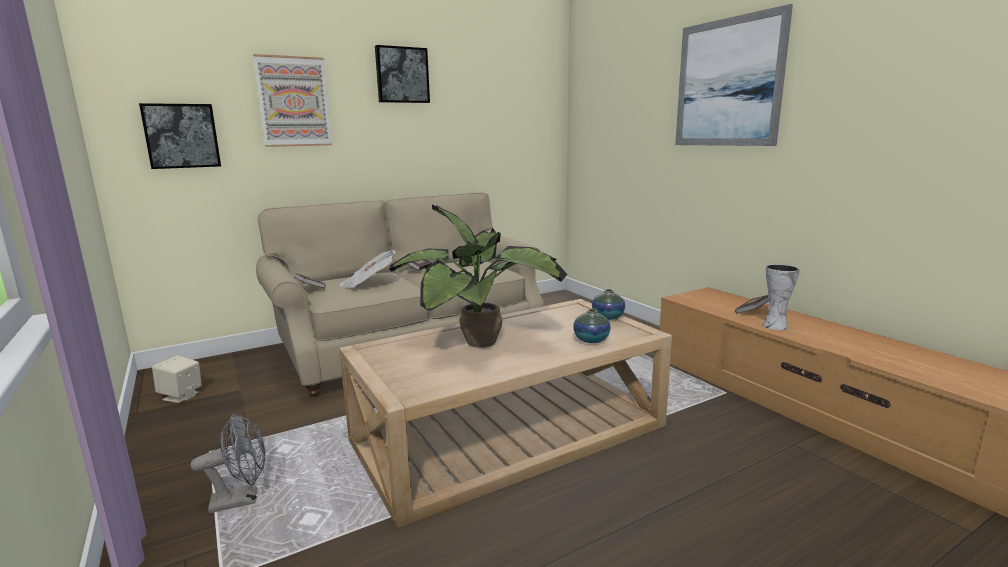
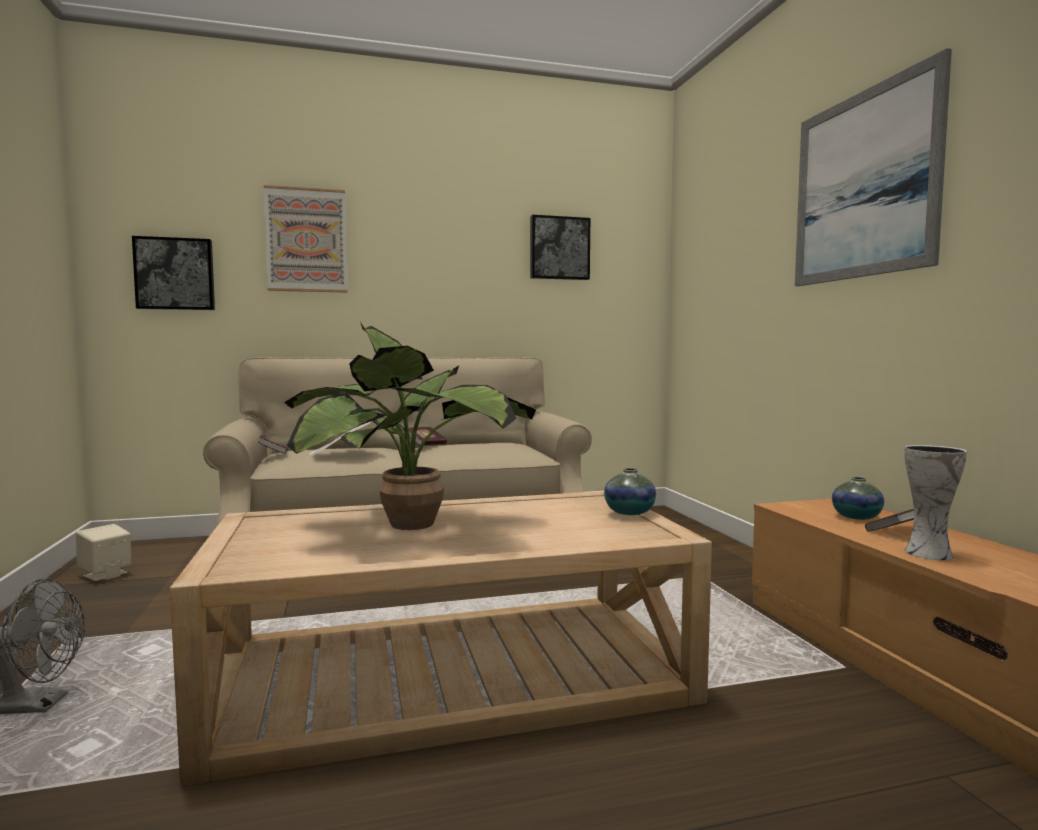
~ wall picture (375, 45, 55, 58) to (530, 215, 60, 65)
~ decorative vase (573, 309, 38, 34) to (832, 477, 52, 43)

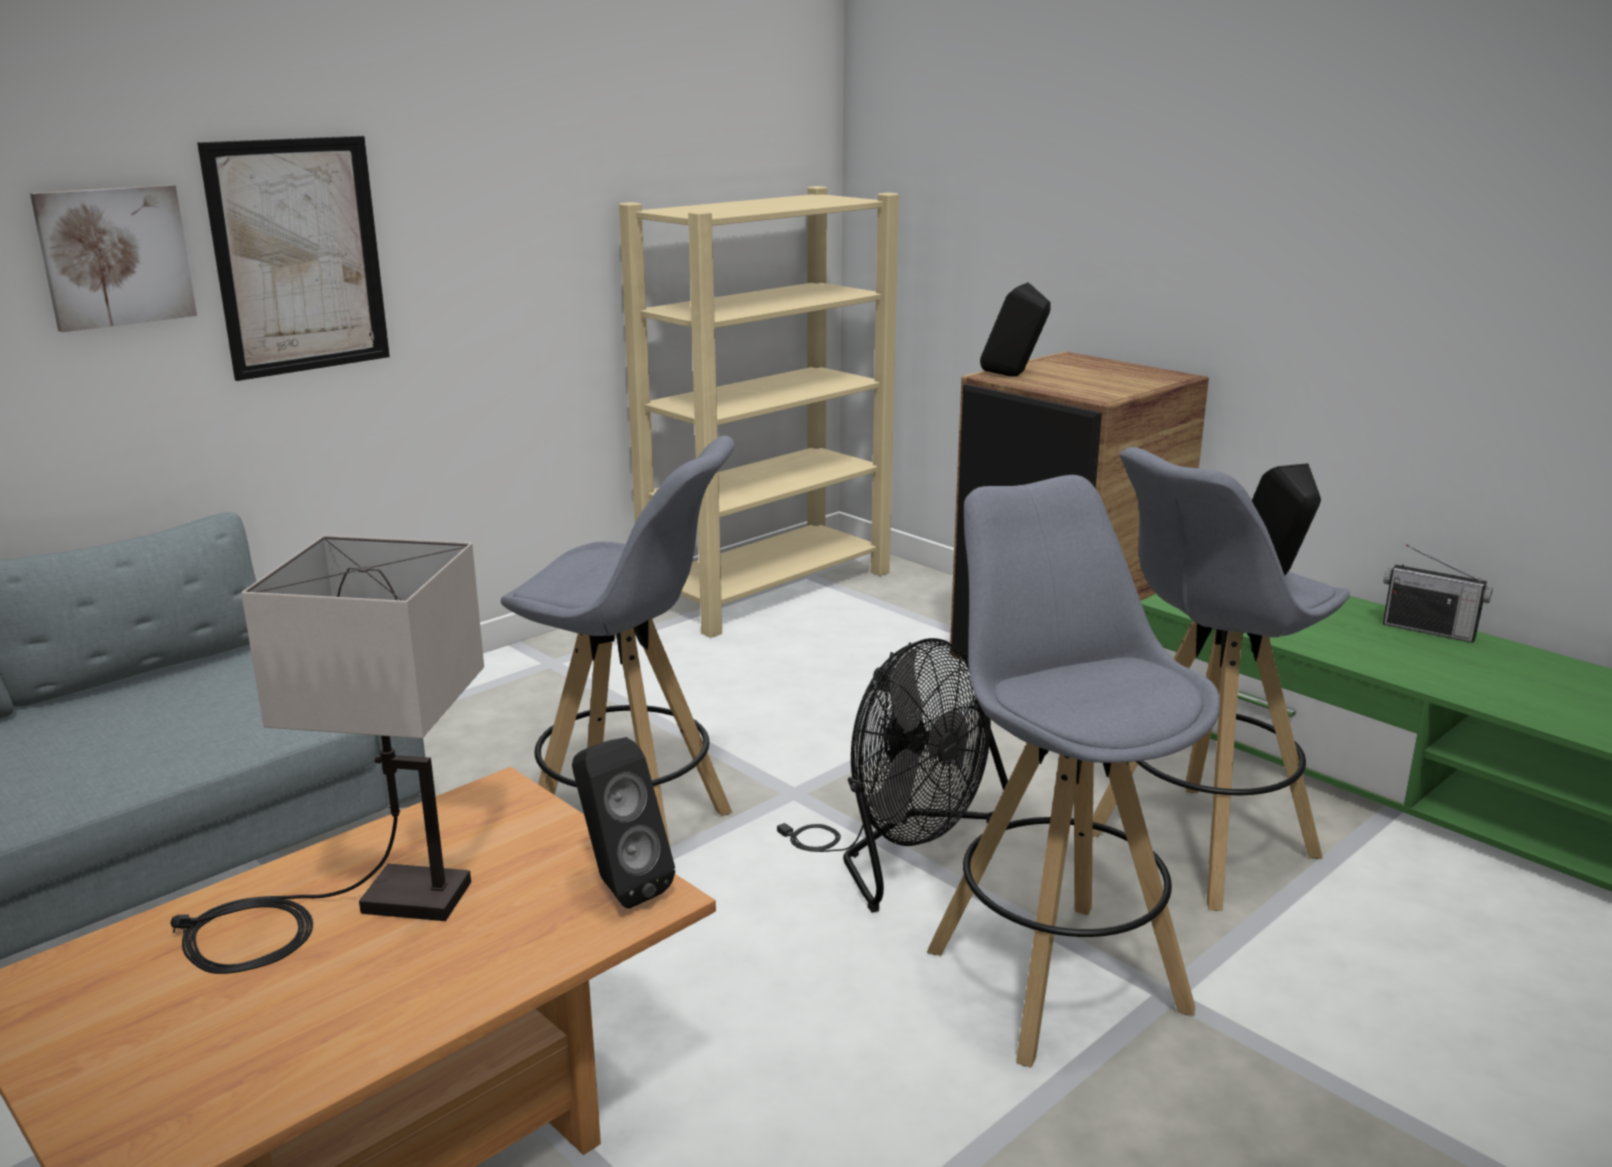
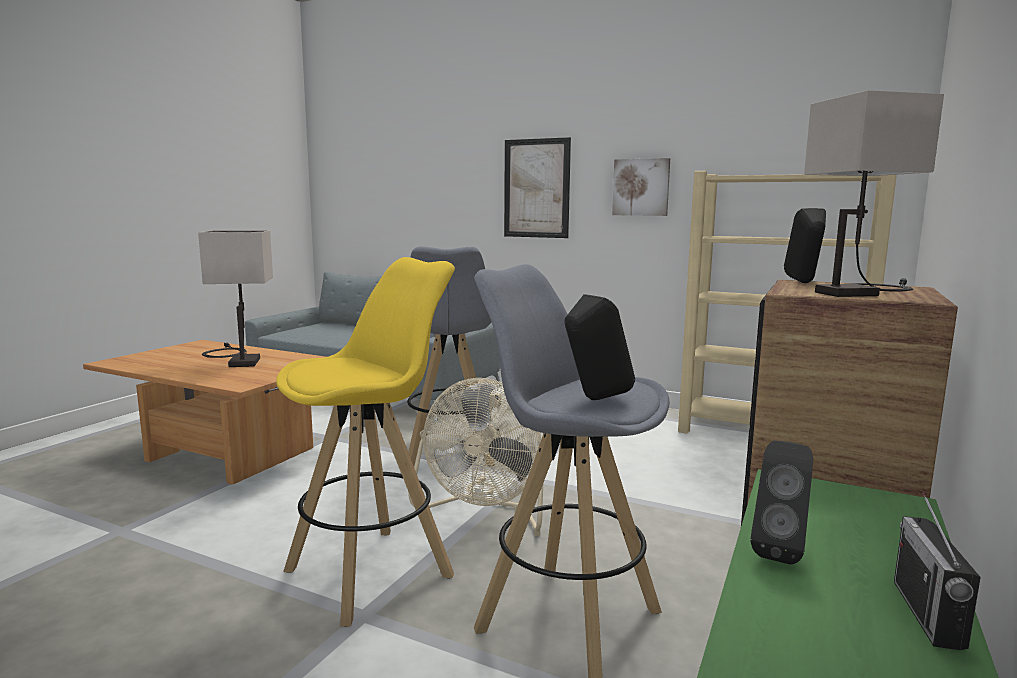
~ wall picture (30, 185, 167, 147) to (612, 158, 58, 58)
~ gray stool seat (927, 475, 293, 593) to yellow stool seat (276, 257, 179, 370)
~ black electric fan (777, 638, 231, 275) to beige electric fan (409, 378, 134, 158)
~ black loudspeaker (572, 737, 103, 171) to (751, 441, 62, 124)
+ table lamp (804, 90, 140, 207)

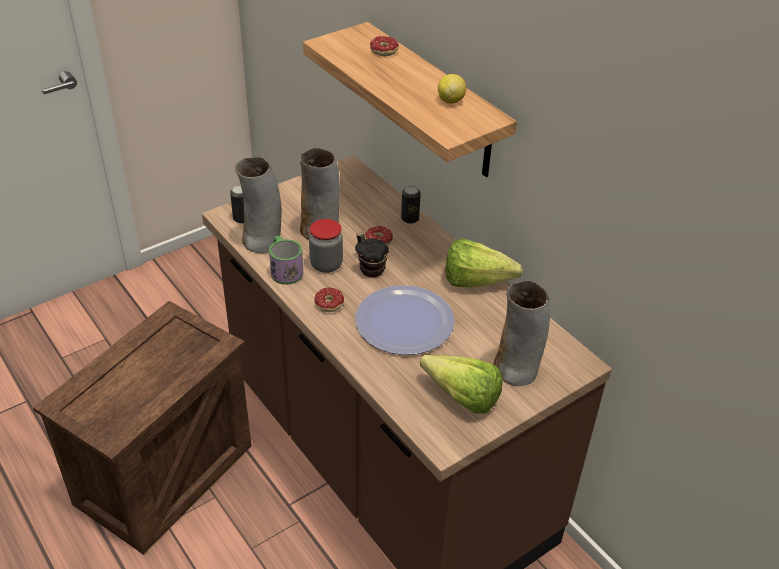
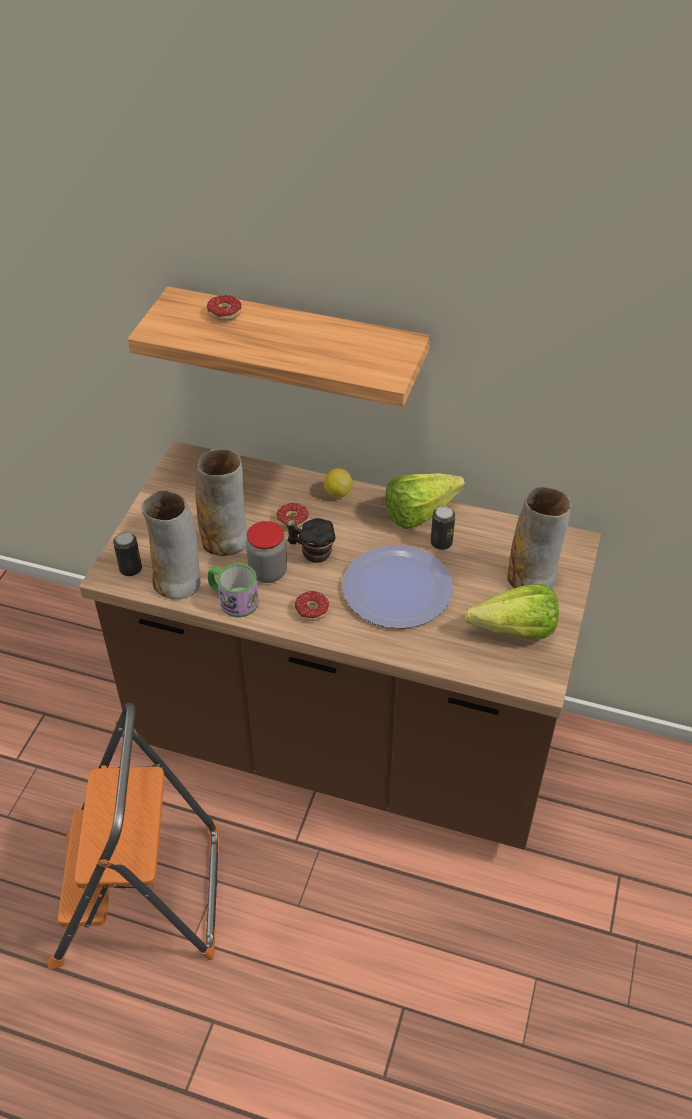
~ citrus fruit (438, 74, 28, 30) to (324, 468, 29, 30)
~ sealed can (401, 186, 20, 38) to (431, 506, 24, 44)
~ shipping crate (33, 301, 219, 253) to orange-coloured step stool (47, 703, 173, 266)

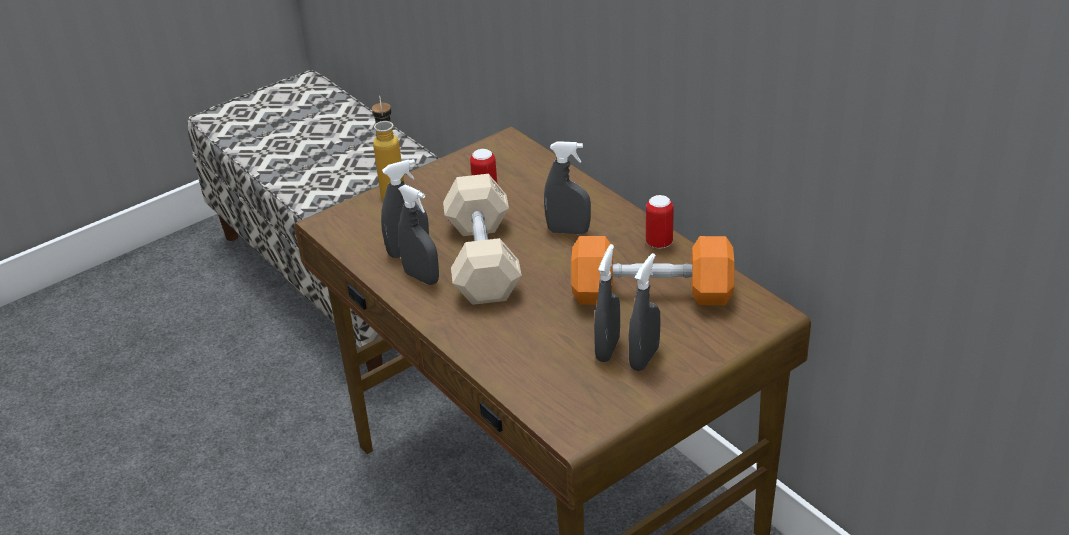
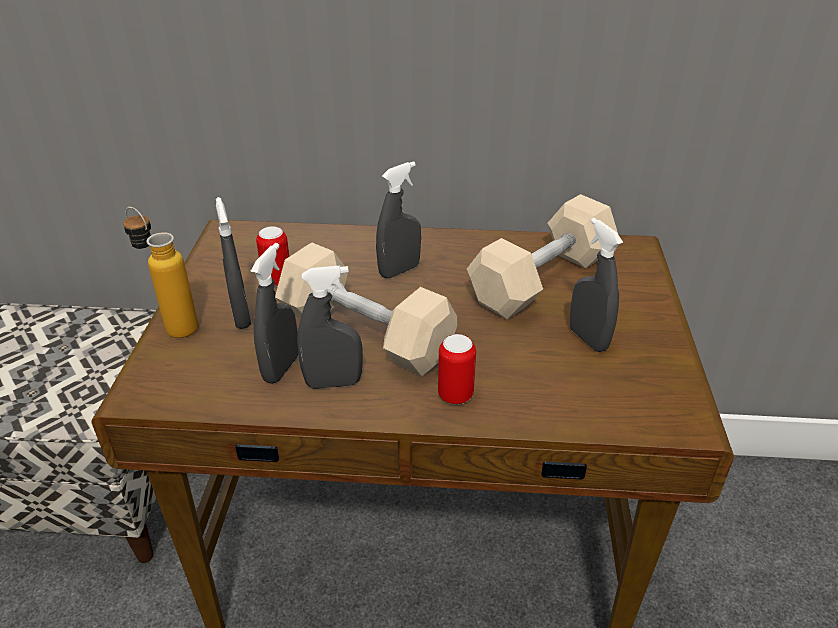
~ sealed can (646, 195, 28, 54) to (438, 334, 38, 71)
~ orange-coloured dumbbell (571, 236, 163, 69) to beige dumbbell (467, 194, 151, 125)
~ gray sprayer (629, 253, 31, 118) to (216, 197, 35, 132)

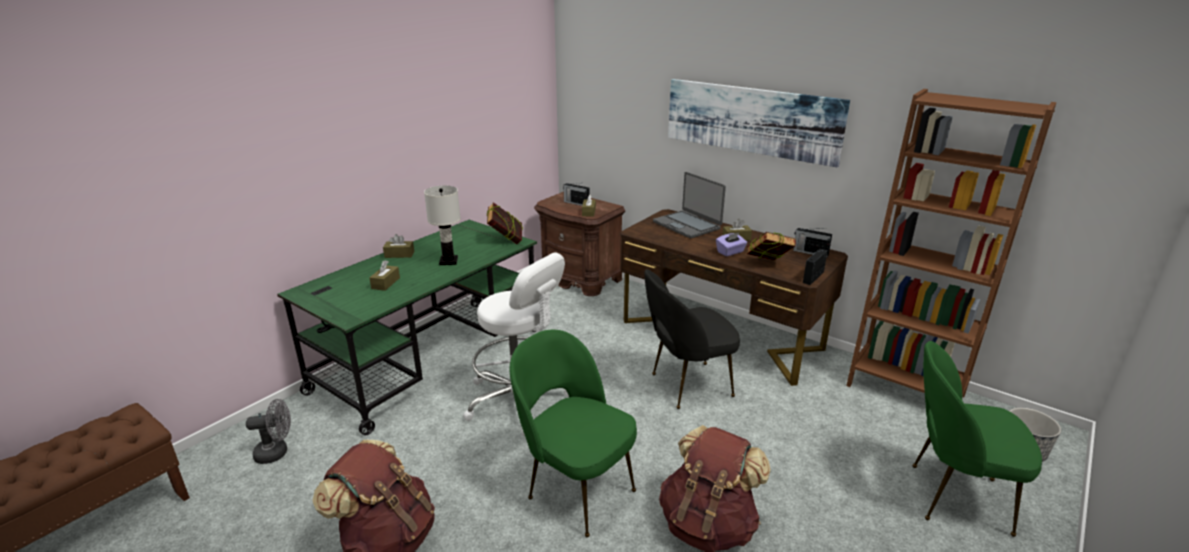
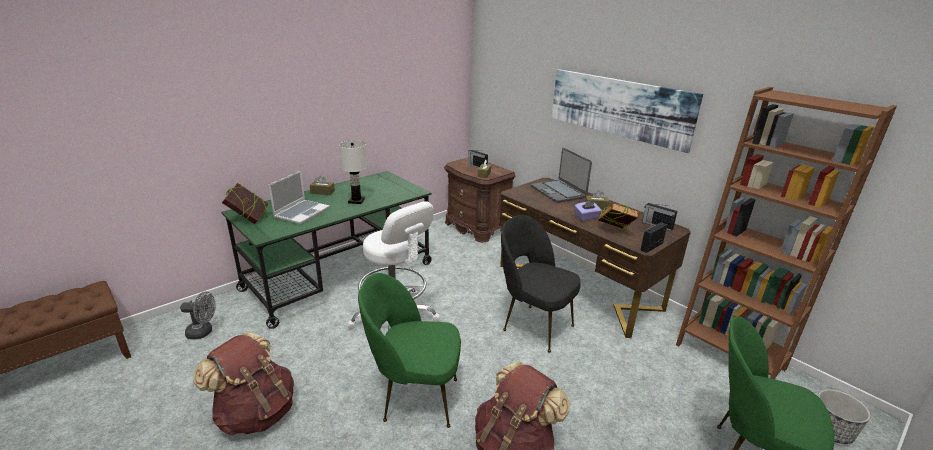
~ volume (487, 202, 36, 42) to (222, 183, 47, 41)
~ brown-coloured tissue box (369, 260, 31, 31) to portable computer (269, 171, 61, 53)
~ black upright chair (645, 269, 95, 140) = (501, 215, 79, 138) 45 degrees clockwise
~ green-coloured upright chair (510, 330, 127, 207) = (358, 273, 103, 155) 45 degrees counterclockwise

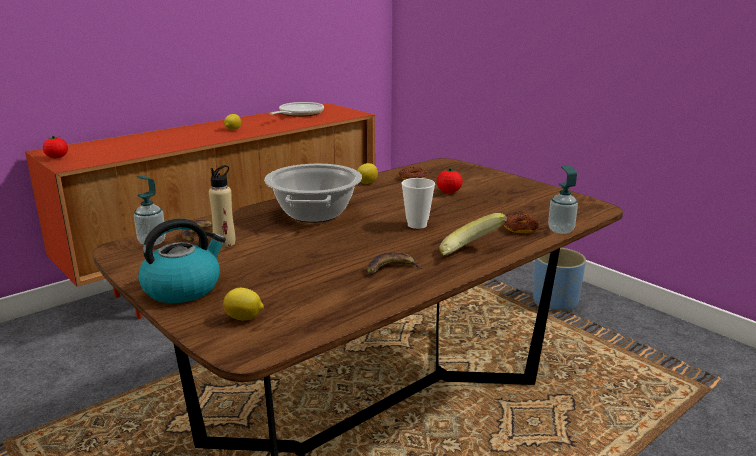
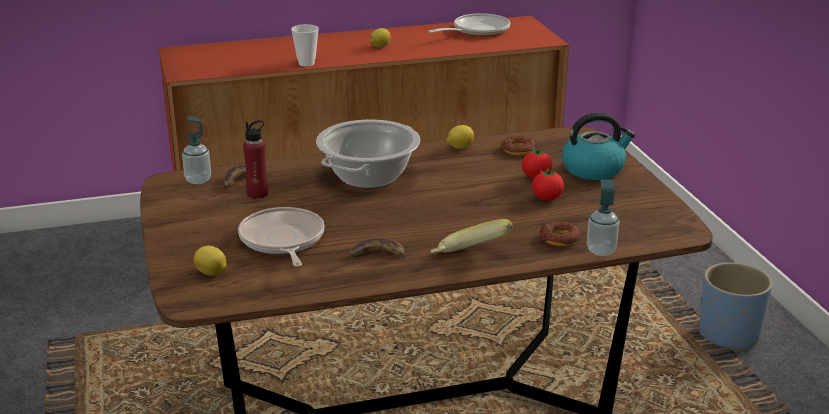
~ tomato (43, 136, 25, 22) to (532, 168, 32, 32)
~ beige drink bottle (209, 165, 27, 82) to red-coloured drink bottle (243, 120, 25, 79)
~ cup (401, 178, 34, 51) to (291, 24, 28, 42)
~ water kettle (138, 219, 88, 84) to (562, 113, 73, 67)
+ frying pan (238, 207, 87, 60)

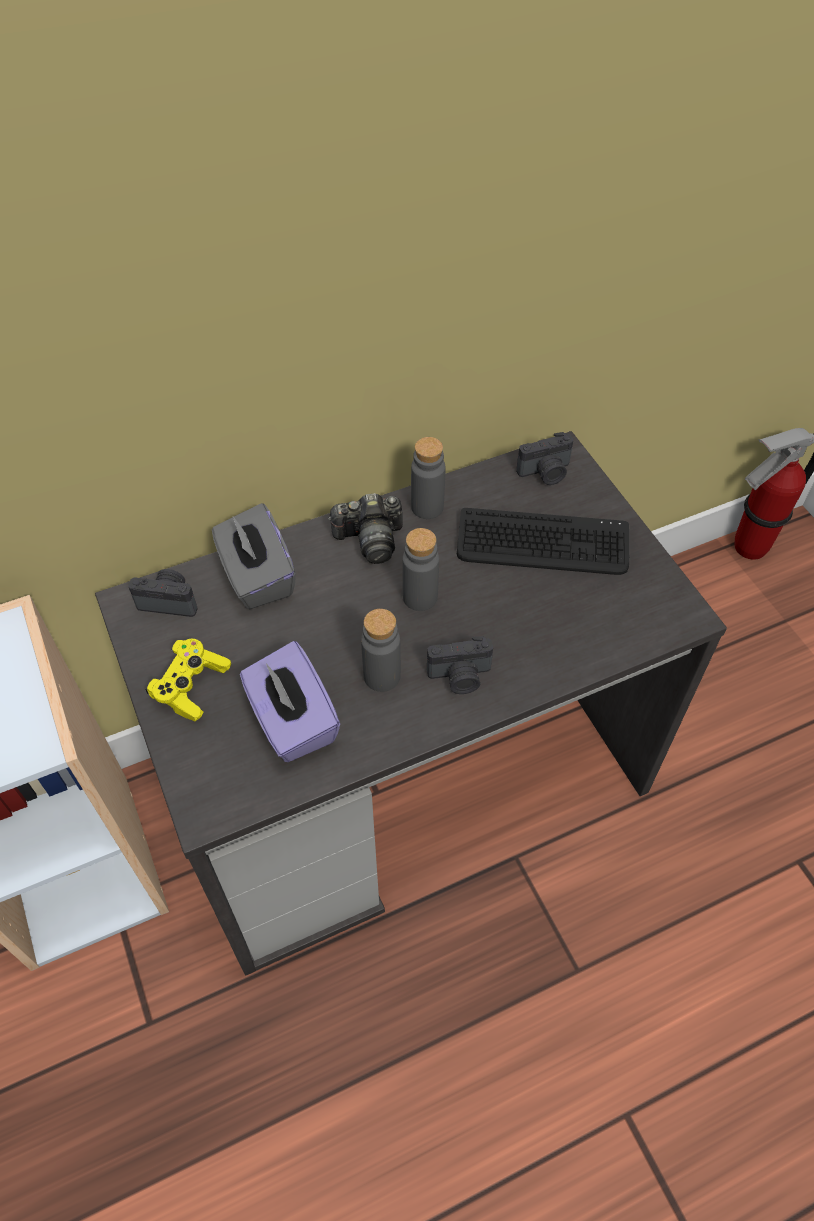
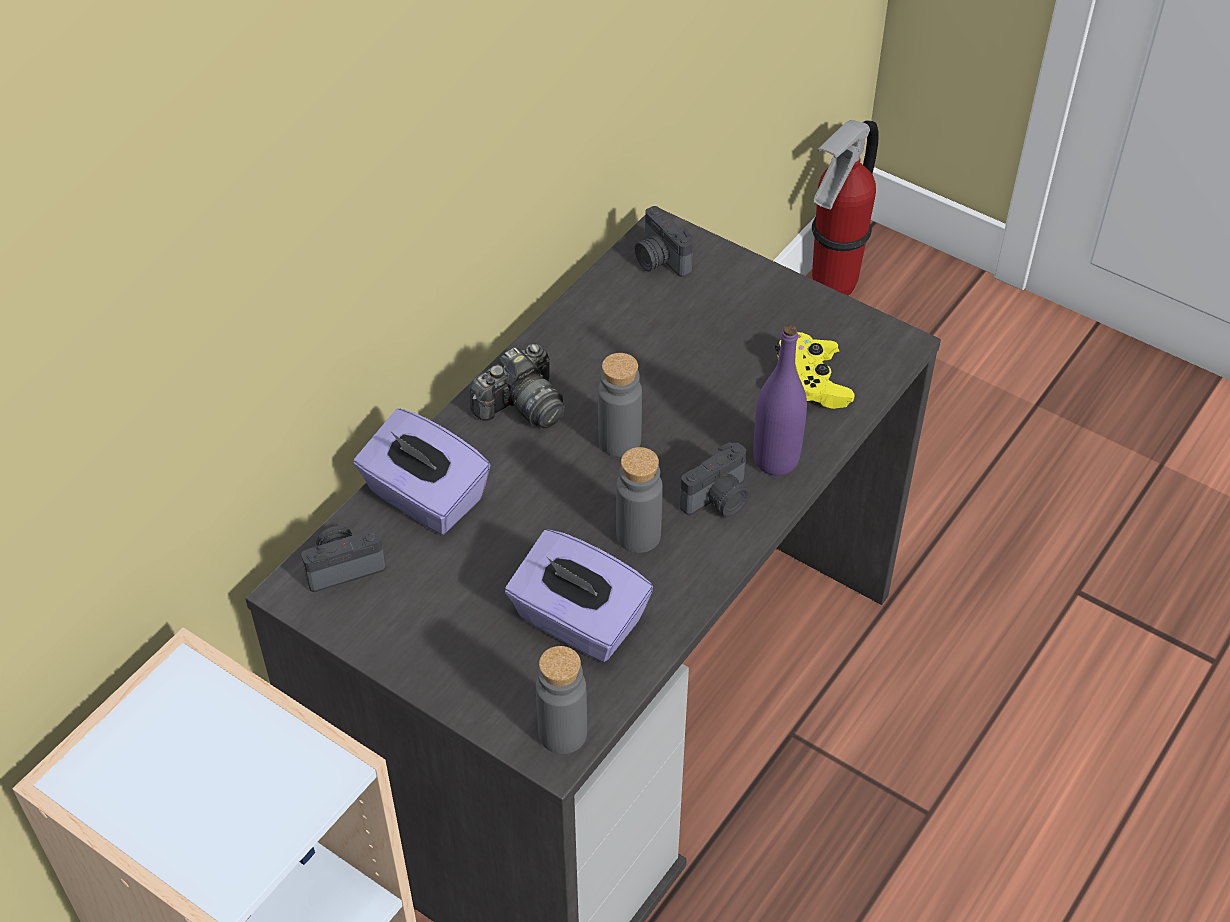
~ photo camera (516, 432, 57, 53) = (635, 206, 58, 71) 105 degrees clockwise
~ gray drink bottle (411, 437, 35, 82) to (536, 646, 51, 108)
~ gray tissue box (212, 503, 84, 106) to purplish tissue box (353, 409, 137, 126)
- keyboard (457, 508, 172, 67)
~ yellow game controller (146, 639, 85, 83) to (775, 332, 79, 77)
+ purplish drink bottle (753, 324, 54, 152)

